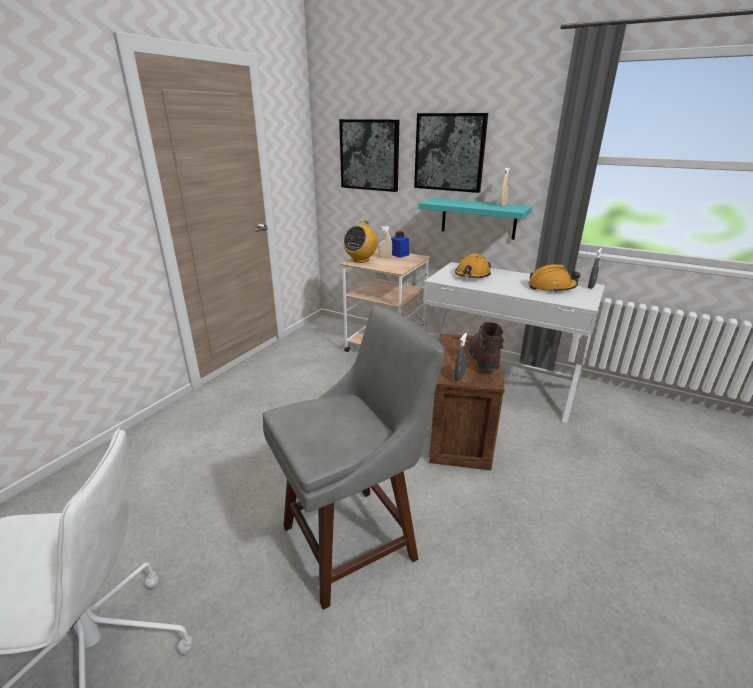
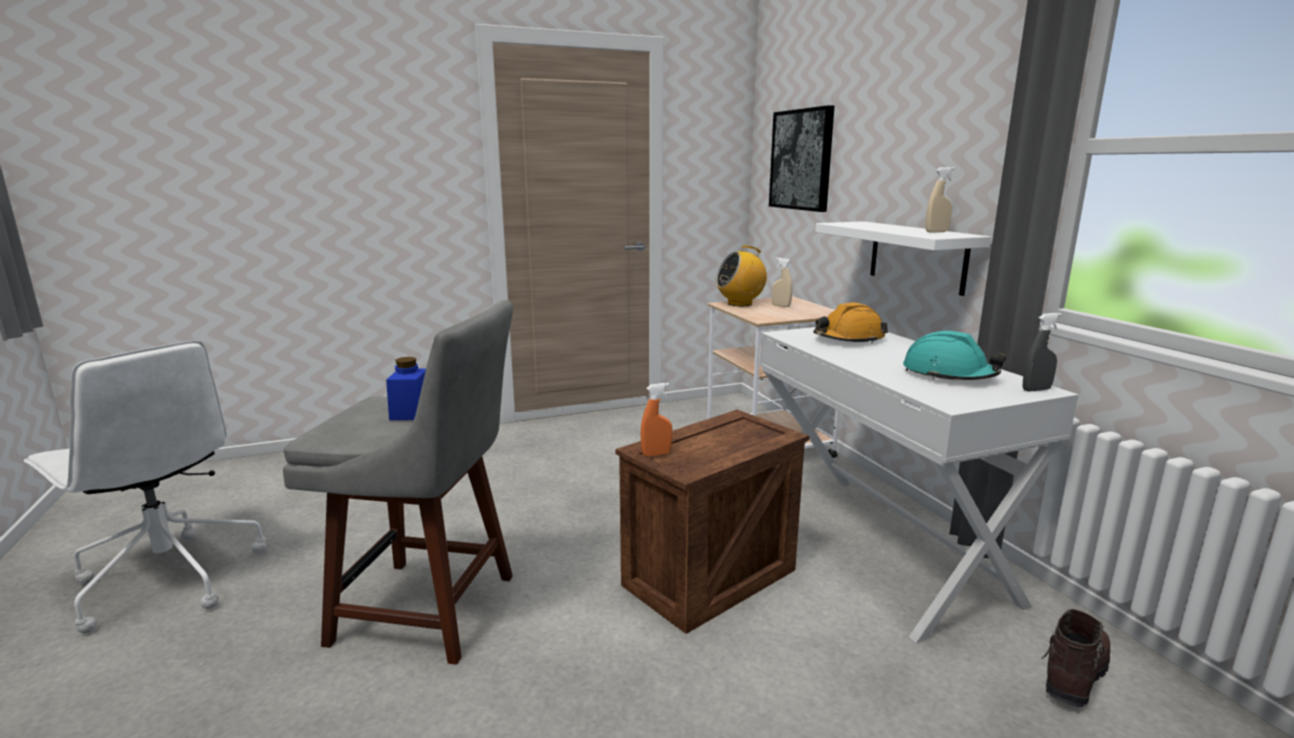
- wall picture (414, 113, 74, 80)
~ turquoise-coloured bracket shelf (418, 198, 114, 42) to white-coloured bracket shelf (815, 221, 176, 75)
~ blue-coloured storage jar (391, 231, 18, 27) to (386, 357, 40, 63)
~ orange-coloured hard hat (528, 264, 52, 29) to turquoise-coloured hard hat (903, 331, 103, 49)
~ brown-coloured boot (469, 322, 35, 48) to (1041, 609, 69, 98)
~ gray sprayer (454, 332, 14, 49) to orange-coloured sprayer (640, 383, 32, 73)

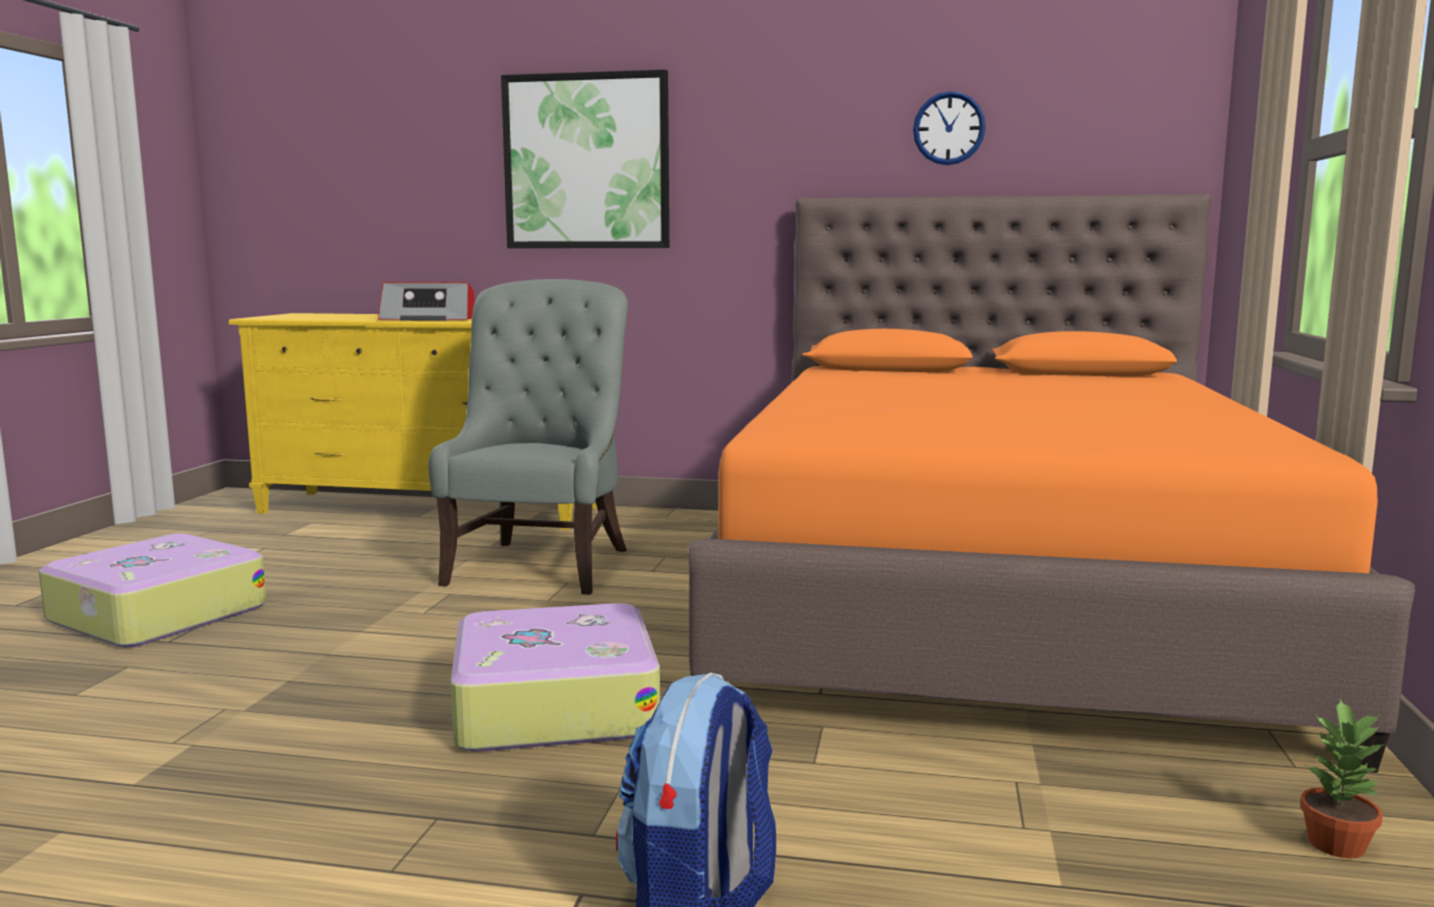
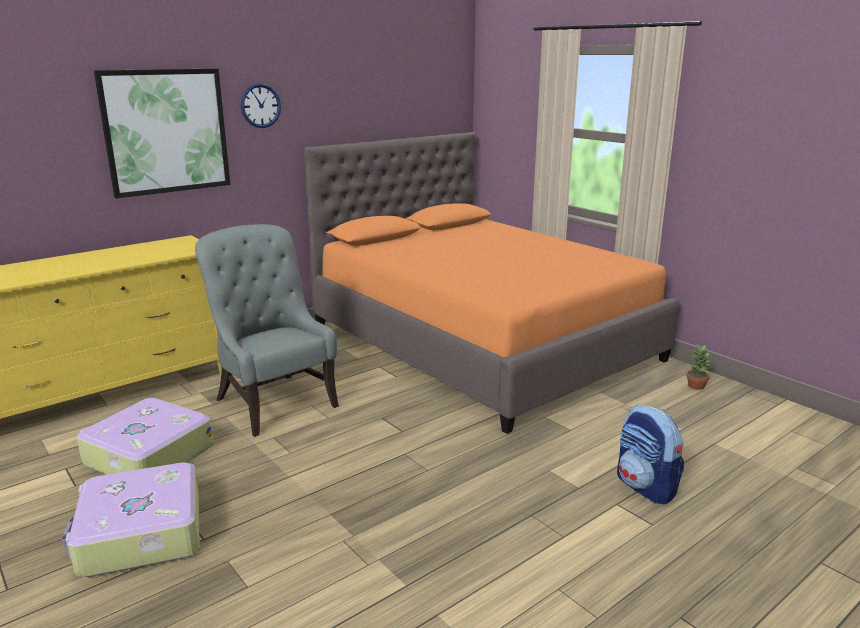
~ hanging clock (913, 91, 73, 74) to (241, 83, 40, 45)
- radio (378, 282, 97, 39)
~ suitcase (450, 603, 210, 149) to (77, 398, 136, 76)

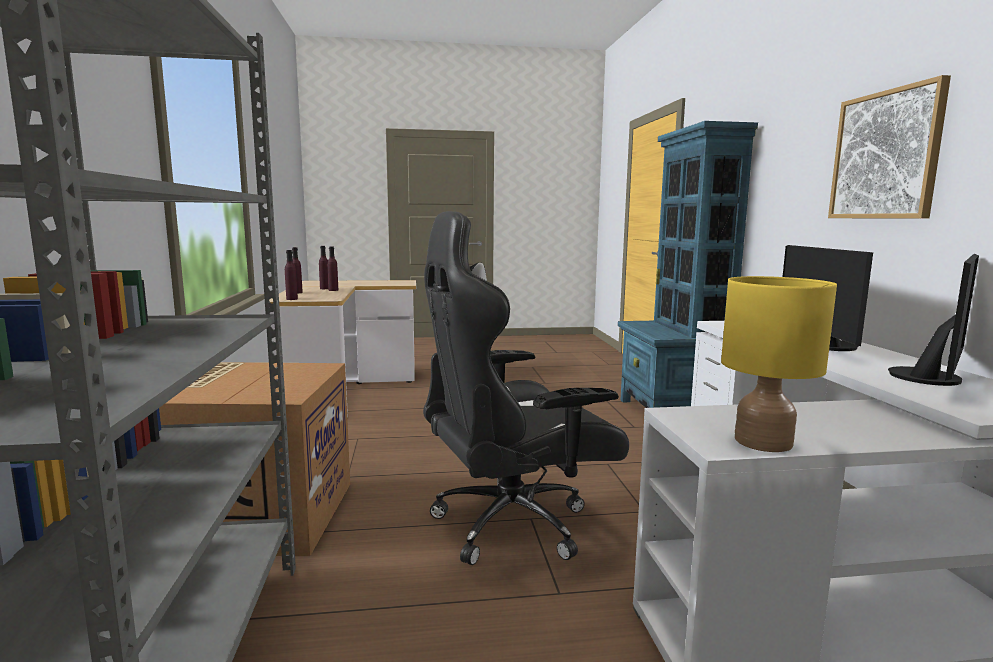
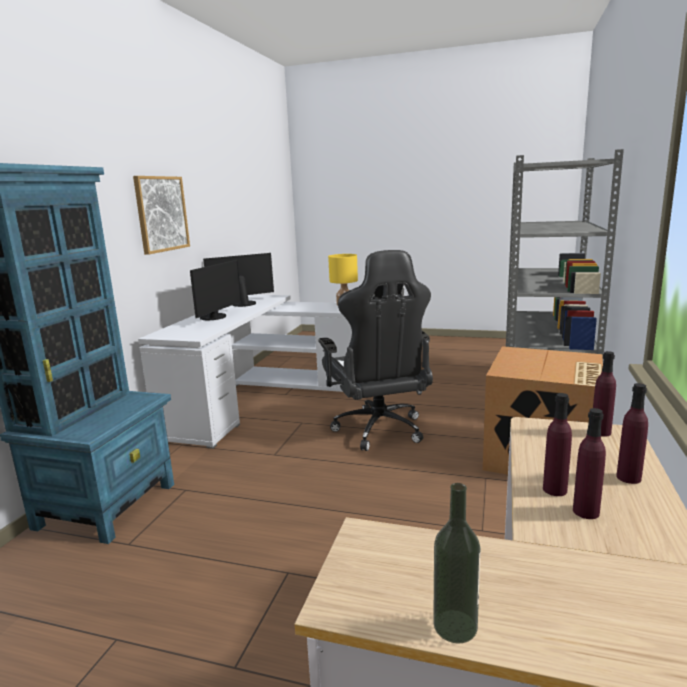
~ black office chair (423, 211, 206, 354) = (318, 250, 115, 201) 75 degrees clockwise
+ drink bottle (433, 483, 48, 160)

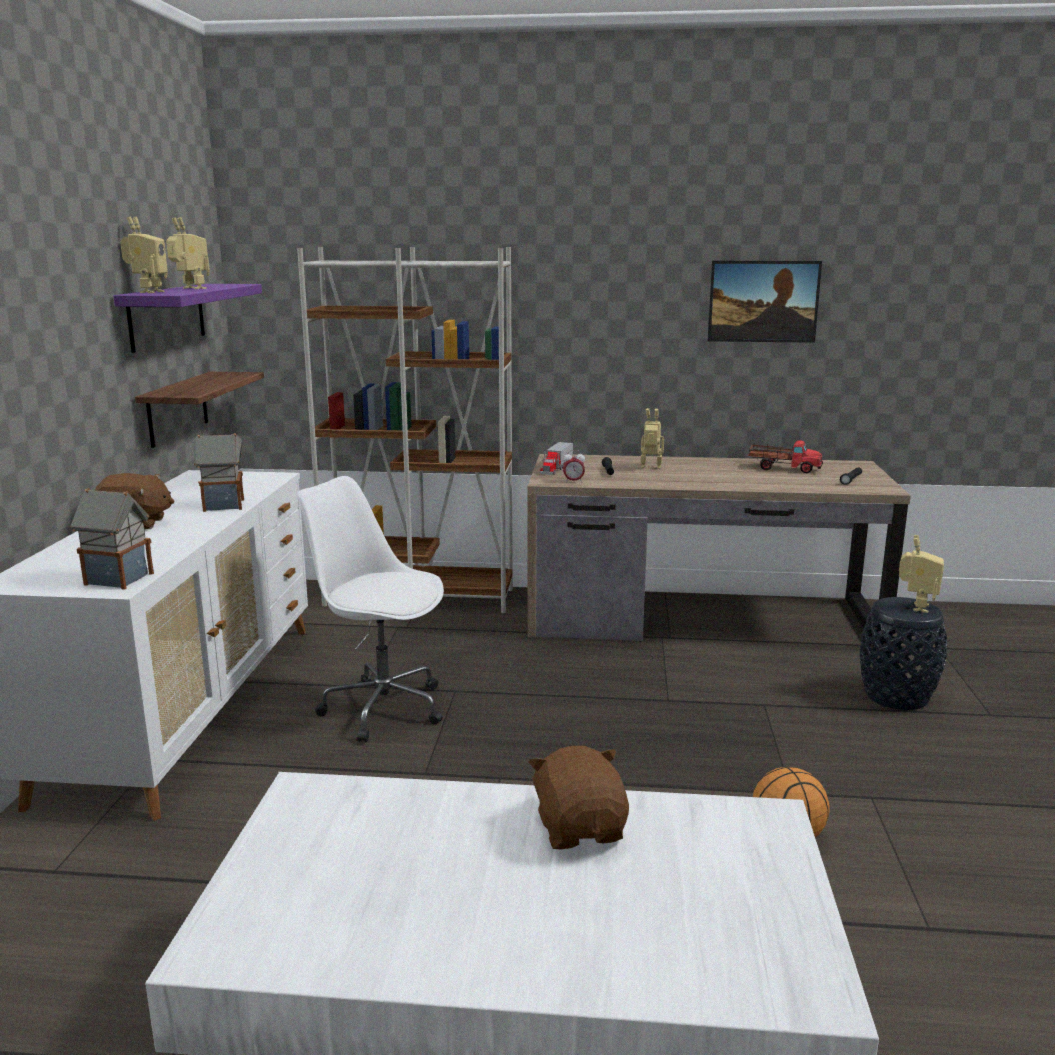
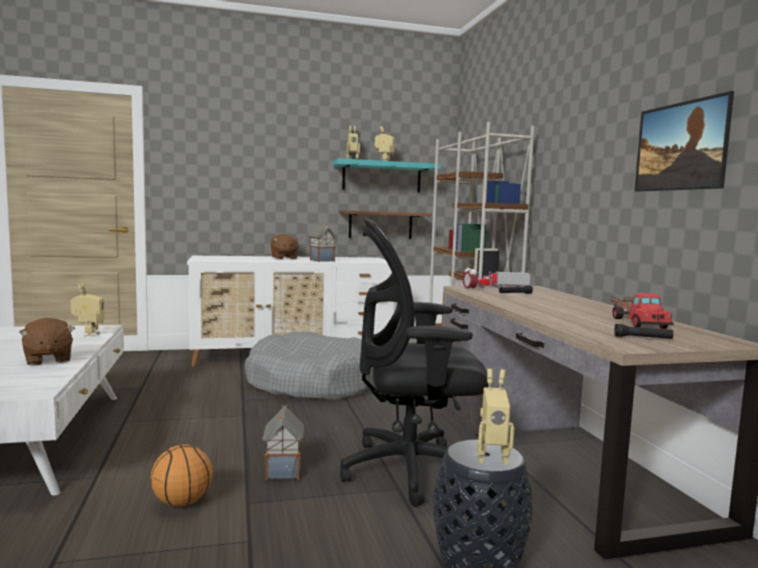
~ purplish bracket shelf (113, 284, 149, 69) to turquoise-coloured bracket shelf (332, 158, 109, 35)
~ model robot (640, 408, 24, 61) to (71, 283, 34, 54)
~ white-coloured office chair (297, 476, 147, 266) to gray dog cushion (245, 331, 127, 69)
~ toy house (70, 488, 84, 102) to (262, 405, 42, 75)
~ brown-coloured soft toy (528, 746, 101, 104) = (19, 318, 56, 48) 90 degrees clockwise
+ black office chair (340, 218, 149, 289)

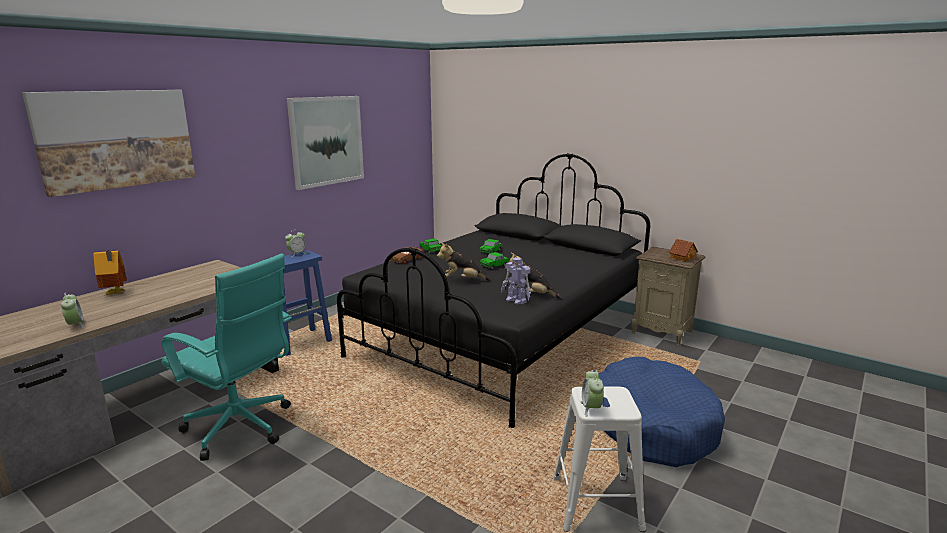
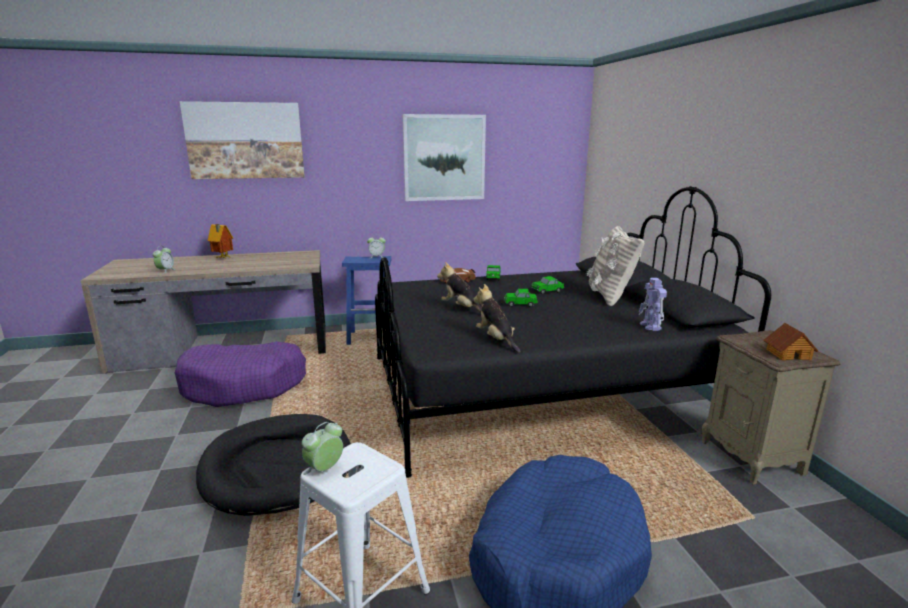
~ turquoise-coloured office chair (161, 253, 131, 208) to purplish dog cushion (175, 342, 131, 65)
~ model robot (501, 257, 30, 47) to (639, 278, 28, 53)
+ beige throw pillow (586, 226, 58, 80)
+ black dog cushion (196, 414, 155, 102)

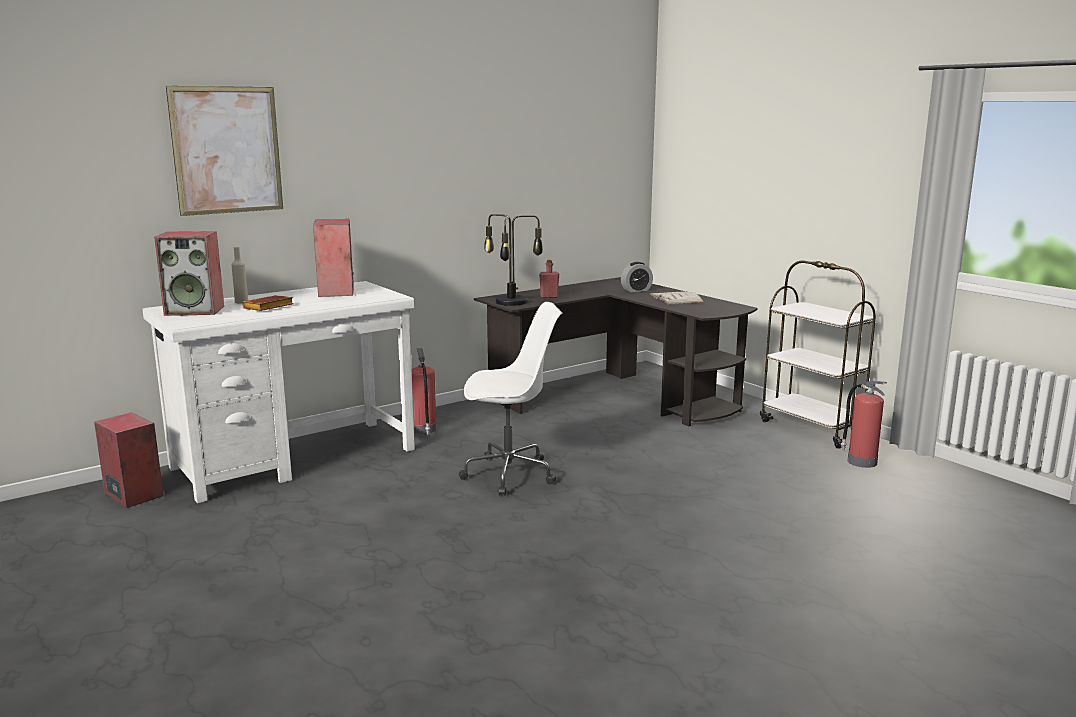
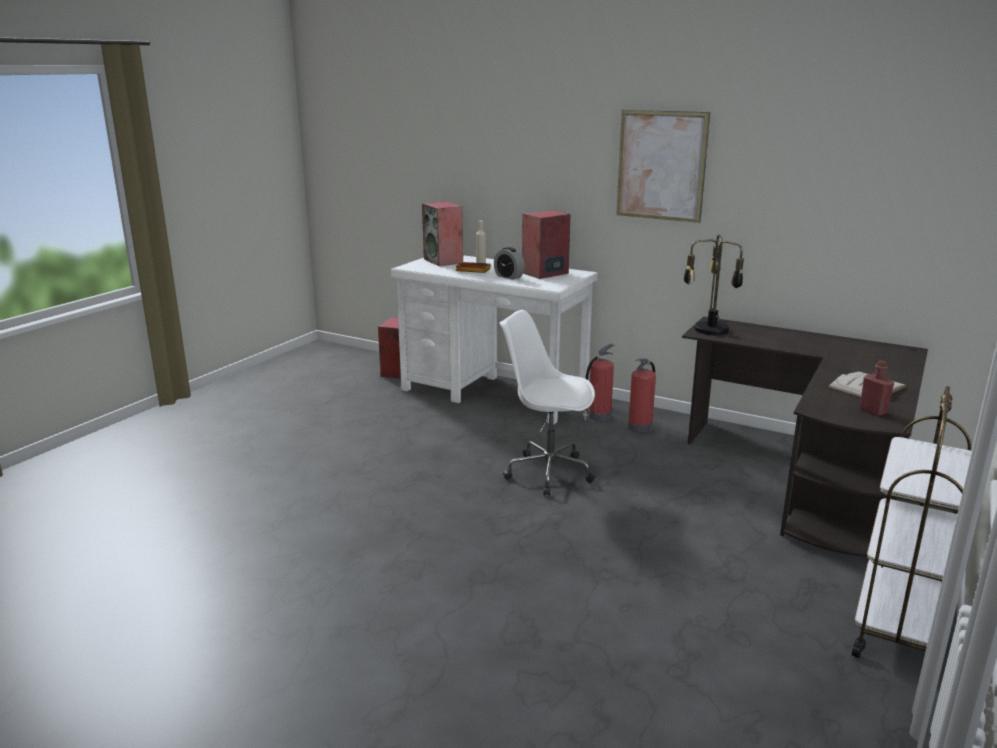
~ wall picture (166, 86, 117, 130) to (616, 110, 94, 113)
~ red-coloured drink bottle (539, 260, 20, 38) to (859, 360, 35, 56)
~ table clock (621, 262, 32, 30) to (494, 247, 31, 33)
~ white-coloured office chair (459, 302, 103, 194) = (500, 310, 95, 186) 150 degrees clockwise
~ fire-fighting cylinder (841, 381, 47, 87) to (628, 358, 28, 75)

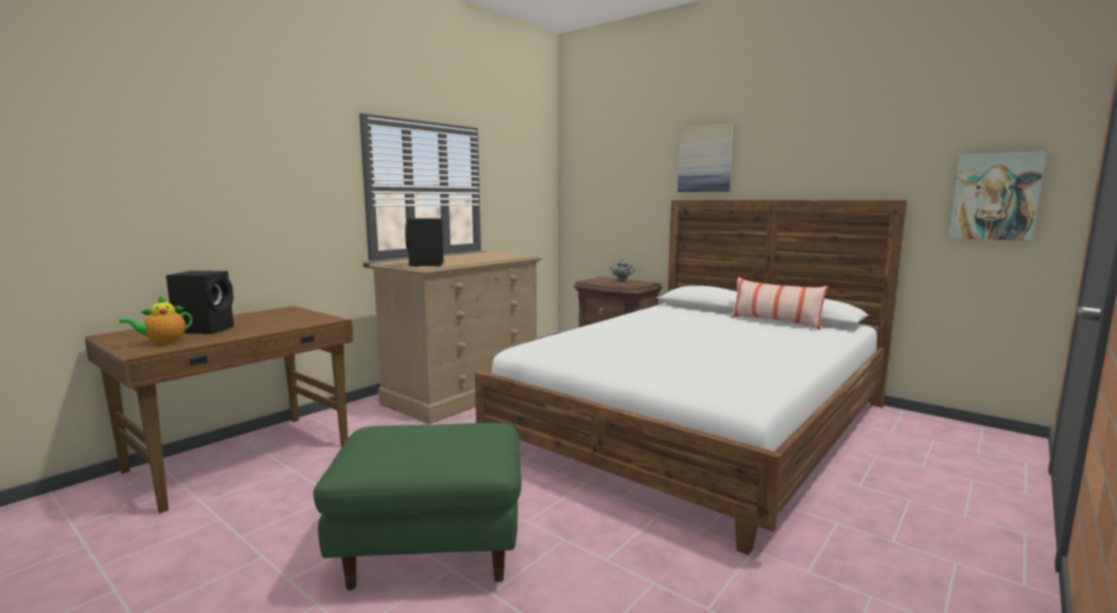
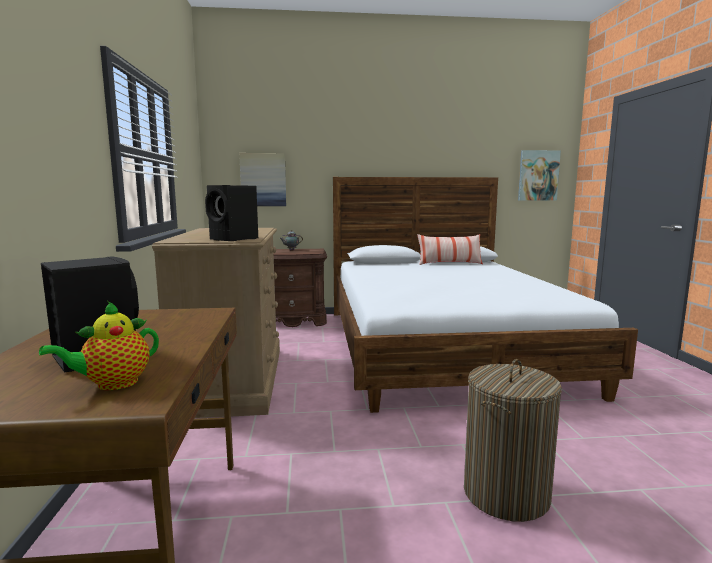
~ wall picture (678, 124, 56, 68) to (239, 153, 47, 53)
~ pot for tea (119, 295, 74, 50) = (39, 301, 120, 89) 45 degrees clockwise
~ green-coloured pouffe (313, 423, 209, 167) to hamper (464, 359, 98, 163)

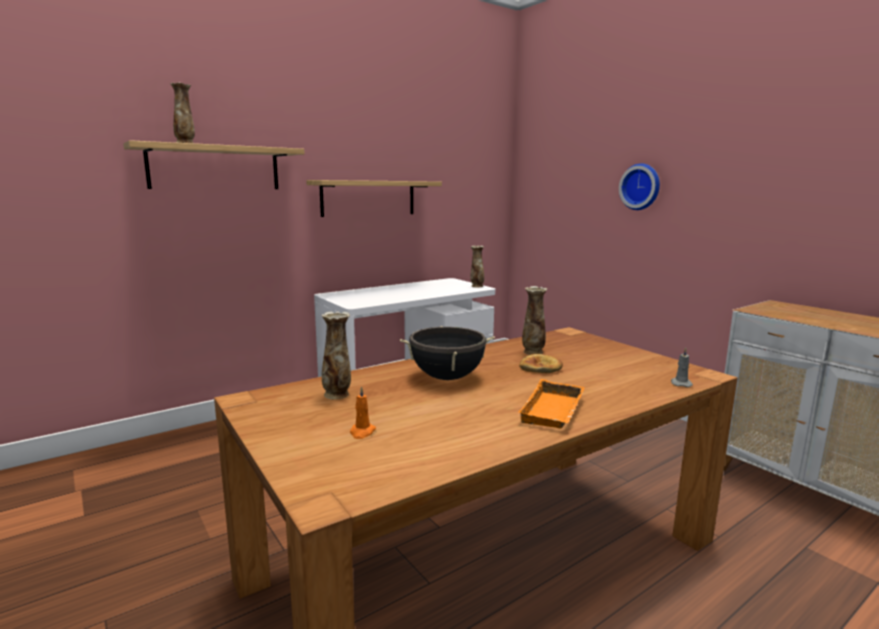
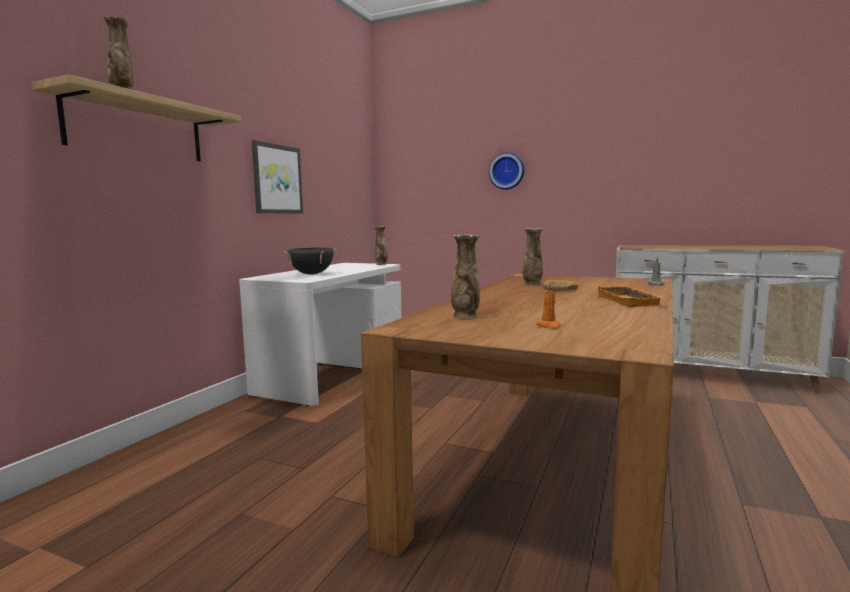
~ bracket shelf (306, 180, 136, 37) to wall picture (252, 140, 51, 73)
~ black cooking pot (400, 326, 95, 54) to (283, 247, 53, 28)

